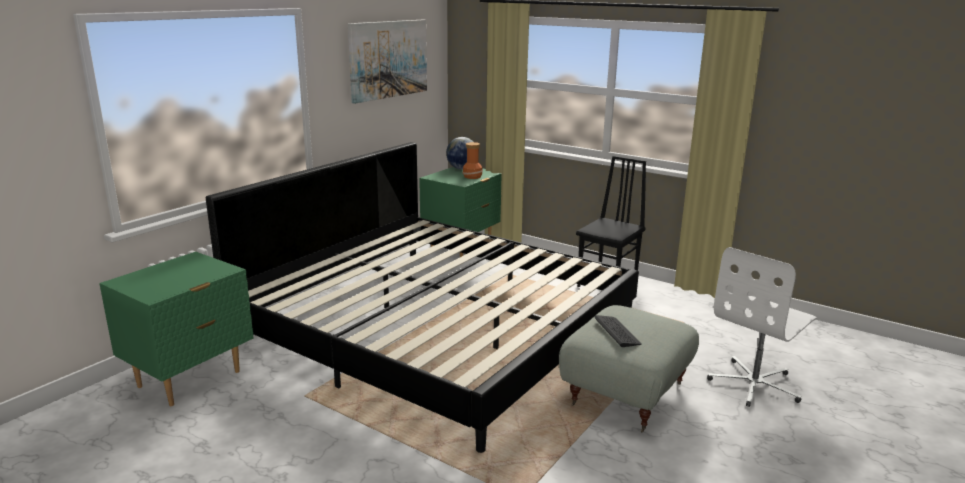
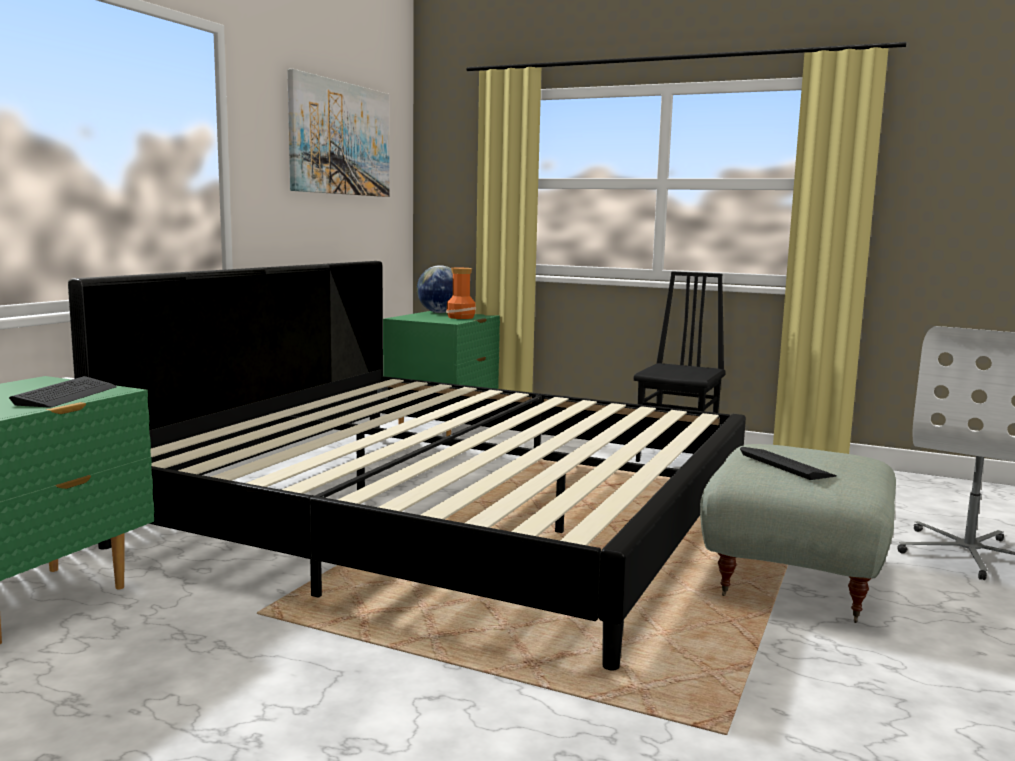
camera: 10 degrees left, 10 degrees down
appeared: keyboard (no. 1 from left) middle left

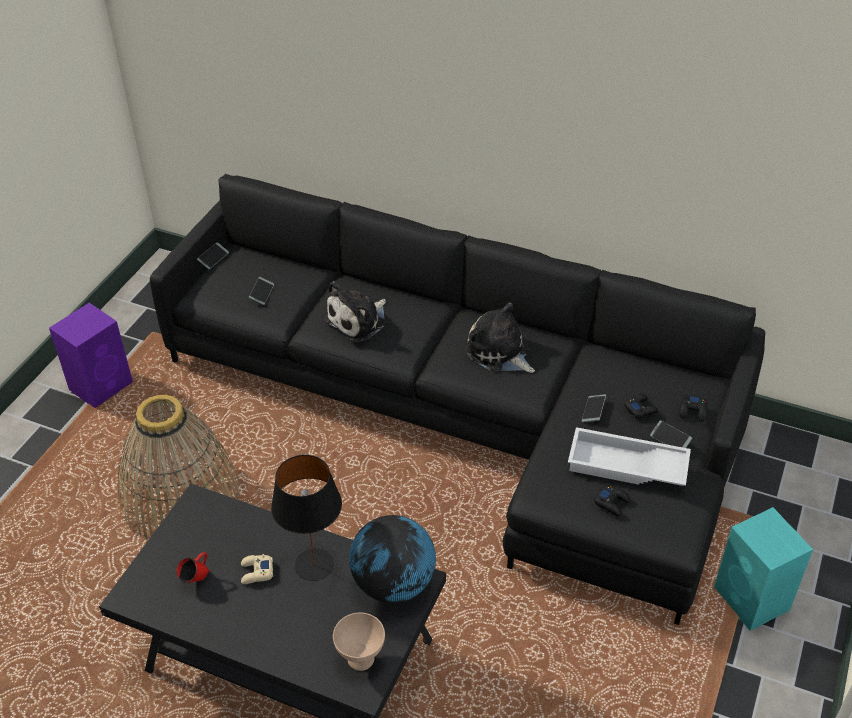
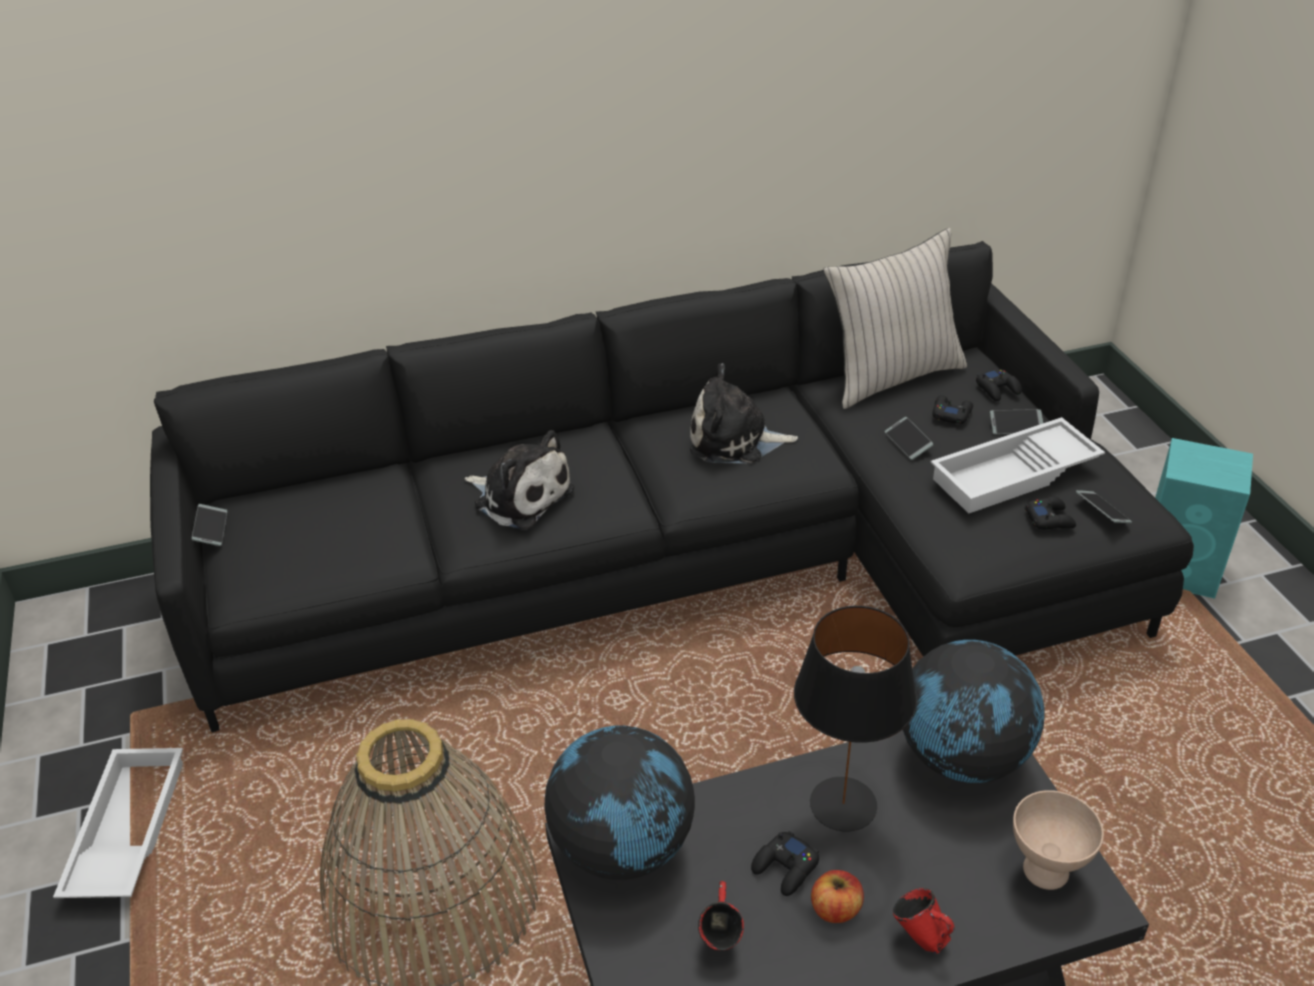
camera: 40 degrees left, 5 degrees down
appeared: desk globe (no. 1 from left) bottom centre; apple fruit bottom centre; throw pillow/sand-coloured top right; tea mug/red-coloured (no. 2 from left) bottom right
relocated: telephone (no. 2 from left in the first image) middle left to telephone (no. 4 from left) middle right
exchanged: audio speaker/purple middle left to serving tray/white (no. 1 from left) bottom left
colour: game controller/sand-coloured bottom left to game controller/blackish (no. 1 from left) bottom centre
spun: cuddly toy (no. 1 from left) centre = centre 60 degrees counterclockwise

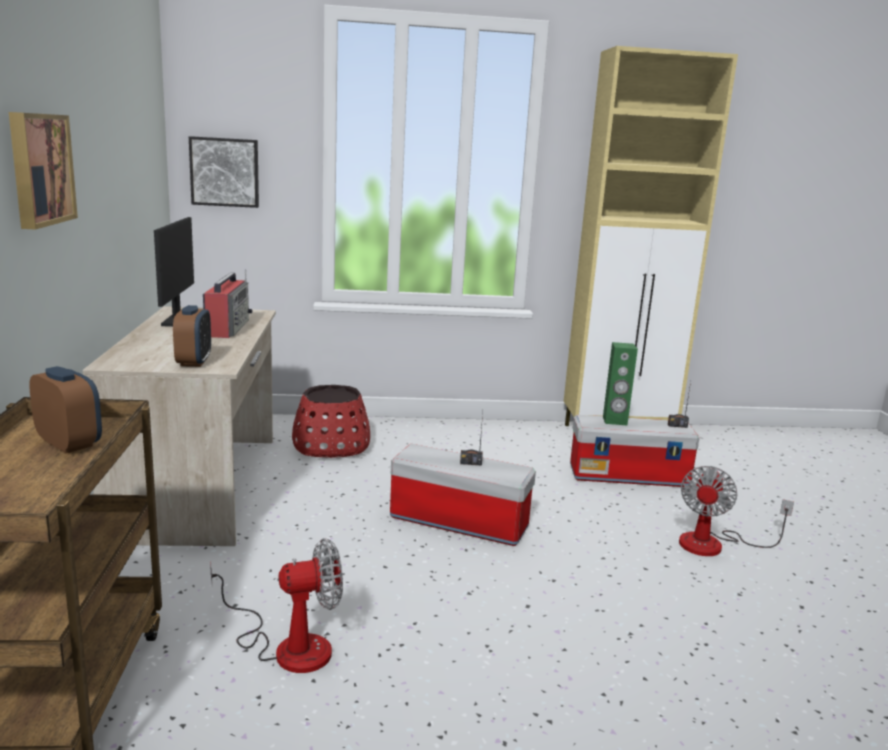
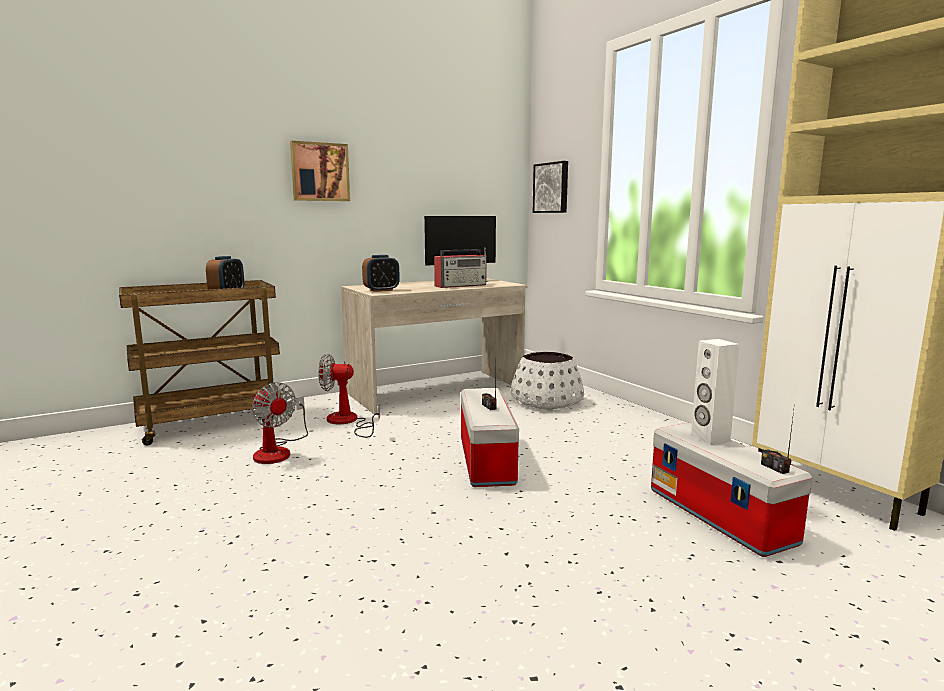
camera: 65 degrees right, 5 degrees down
relocated: electric fan (no. 2 from left) bottom right to centre
colour: flower pot/red-coloured centre to flower pot/white centre; audio speaker/greenish middle right to audio speaker/white middle right

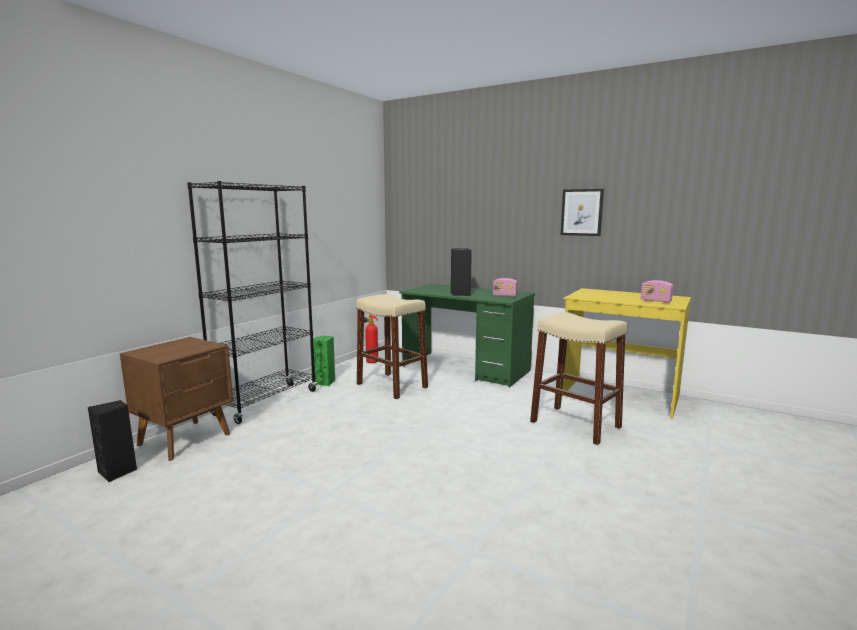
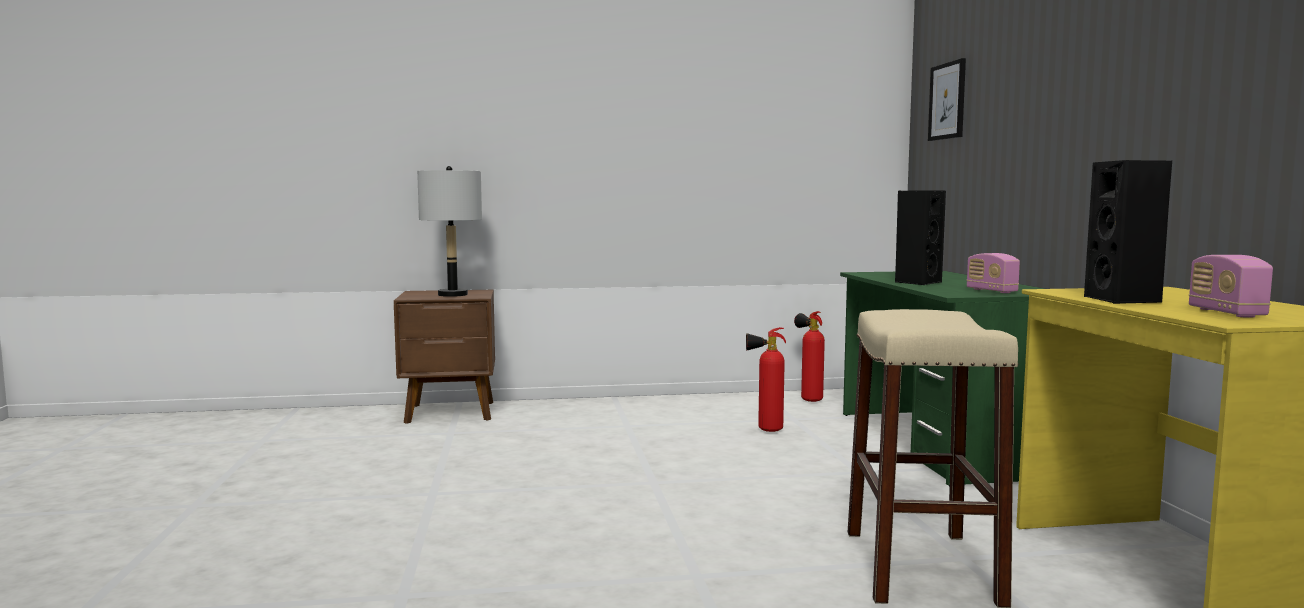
camera: 50 degrees right, 5 degrees down
missing: bookcase/blackish middle left; audio speaker/greenish centre
appeared: tabletop lamp/gray centre
relocated: wall picture middle right to top right; audio speaker/blackish (no. 1 from left in the first image) bottom left to audio speaker/blackish (no. 2 from left) middle right
exchanged: stool/sand-coloured (no. 1 from left) centre to extinguisher (no. 1 from left) centre

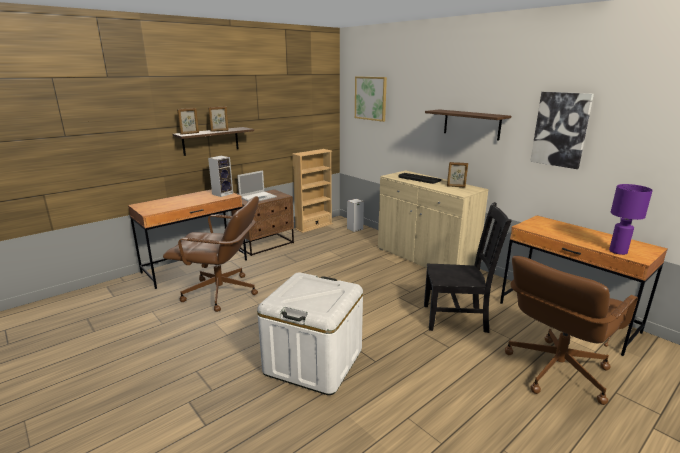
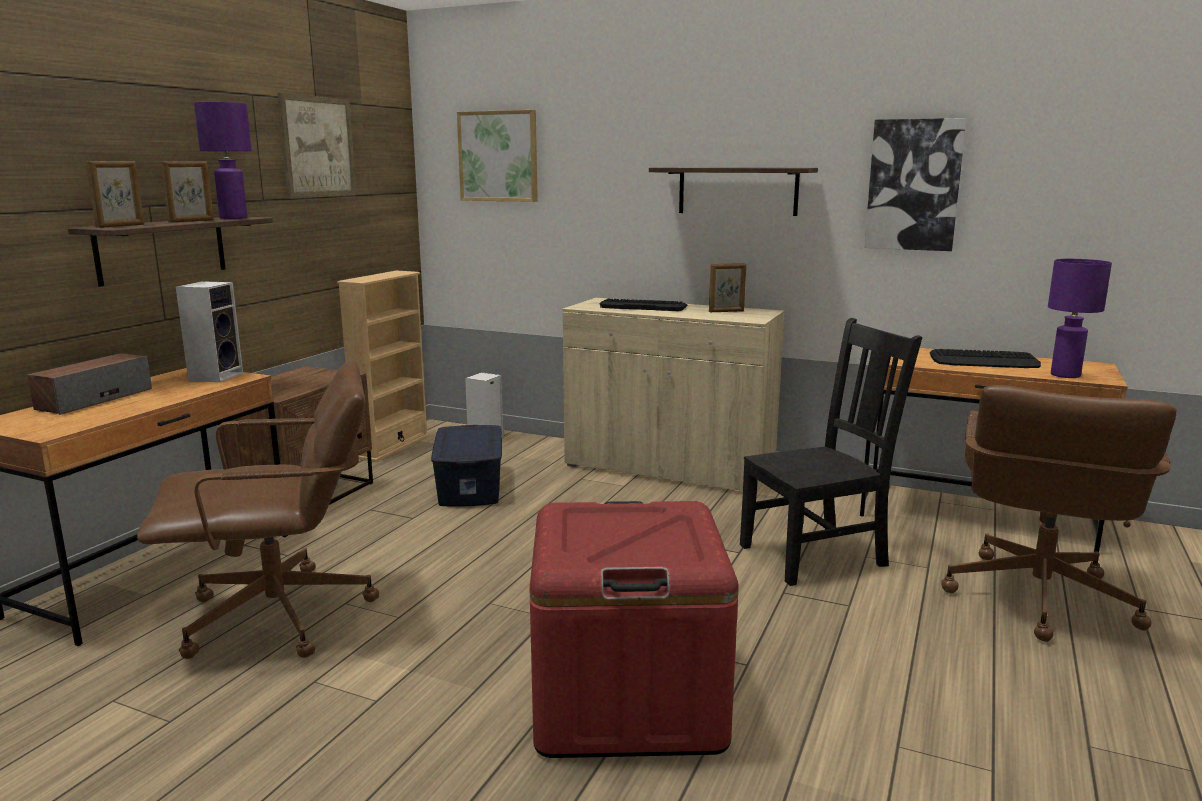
camera: 25 degrees left, 5 degrees down
missing: laptop centre
appeared: audio speaker (no. 1 from left) middle left; tabletop lamp/purple (no. 1 from left) top left; wall picture (no. 1 from left) top left; storage bin/bluish centre; keyboard (no. 2 from left) middle right
colour: storage bin/white bottom centre to storage bin/red-coloured bottom centre

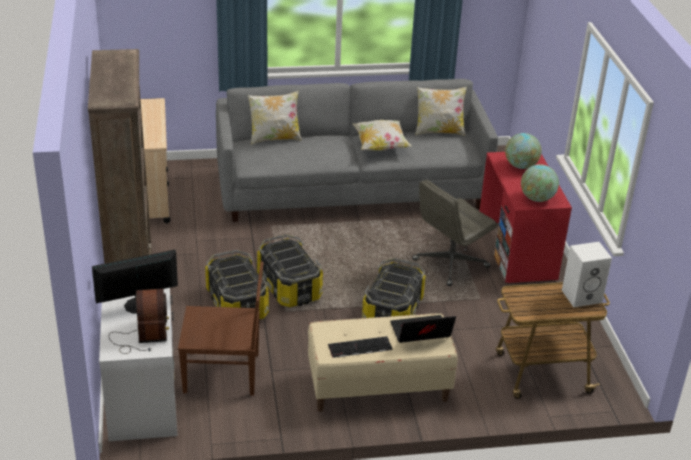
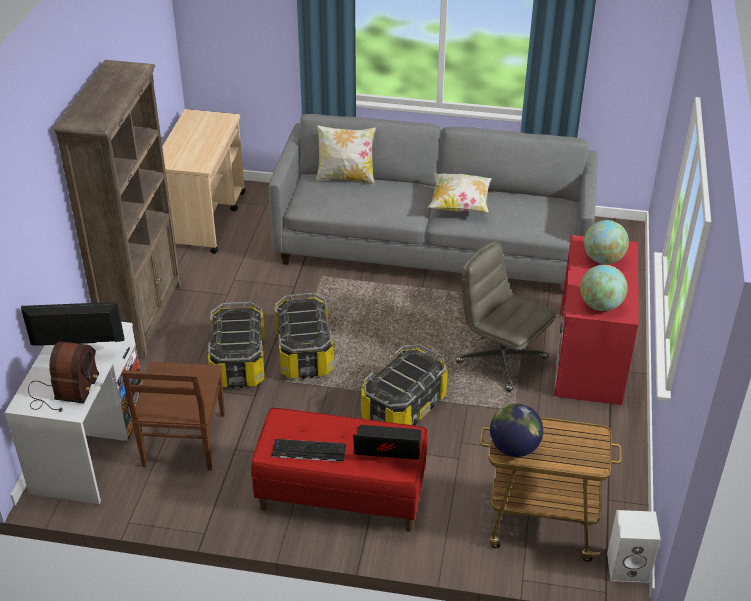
camera: 20 degrees right, 5 degrees up
missing: throw pillow (no. 3 from left) top centre
appeared: desk globe (no. 1 from left) bottom right
relocated: audio speaker/white middle right to bottom right
colour: bench/sand-coloured bottom centre to bench/red-coloured bottom centre
spun: upright chair/brown bottom left = bottom left 75 degrees clockwise; computer chair/gray centre = middle right 60 degrees clockwise

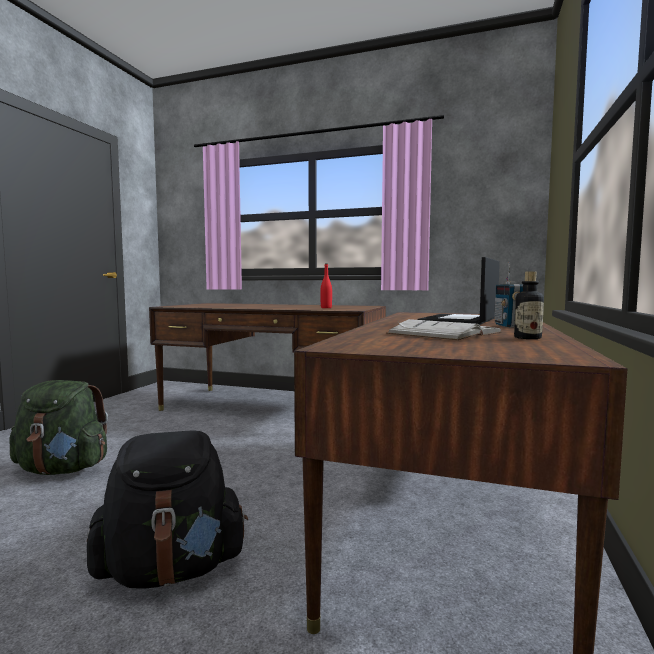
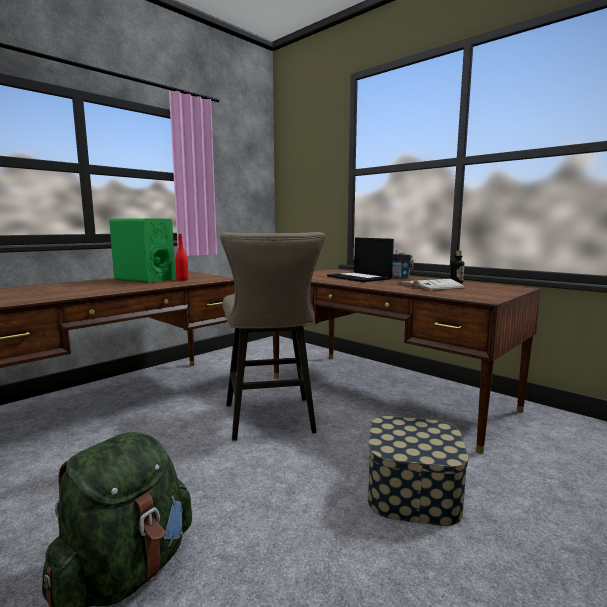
camera: 65 degrees left, 5 degrees up
appeared: audio speaker/greenish middle left; stool/sand-coloured centre
exchanged: backpack/blackish bottom left to storage bin bottom right

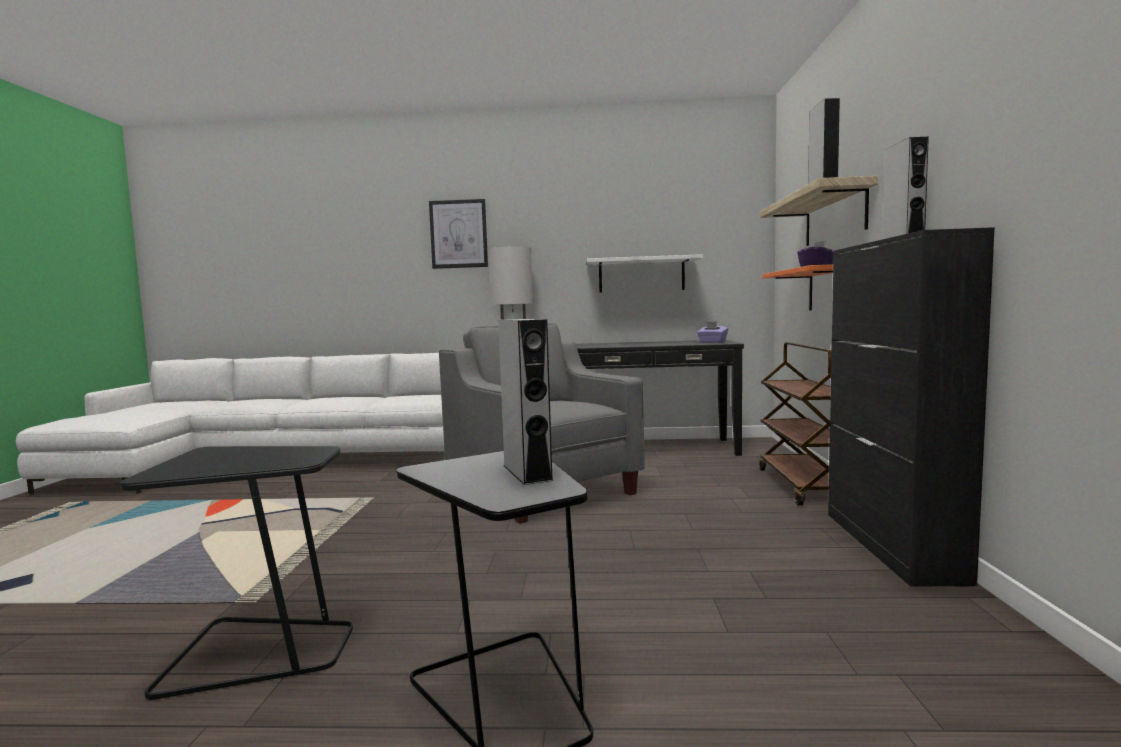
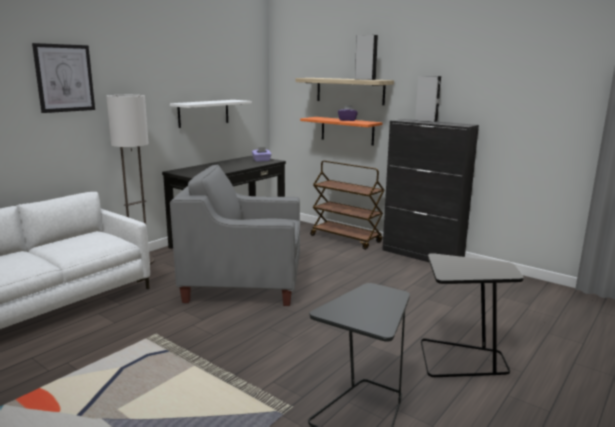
camera: 55 degrees left, 10 degrees up
missing: audio speaker/gray (no. 1 from left) centre

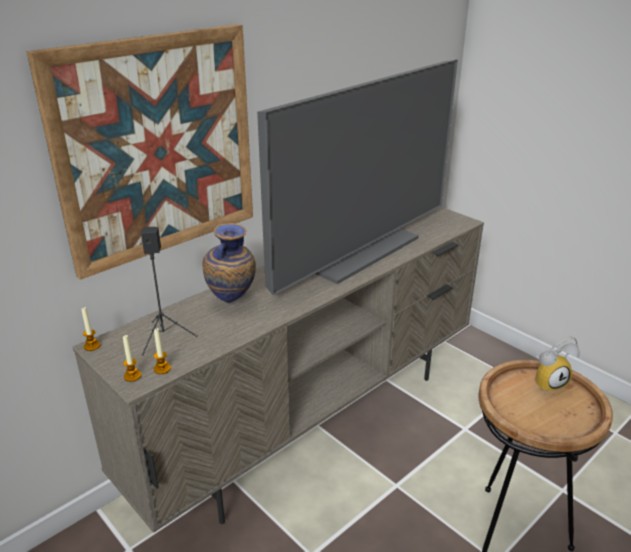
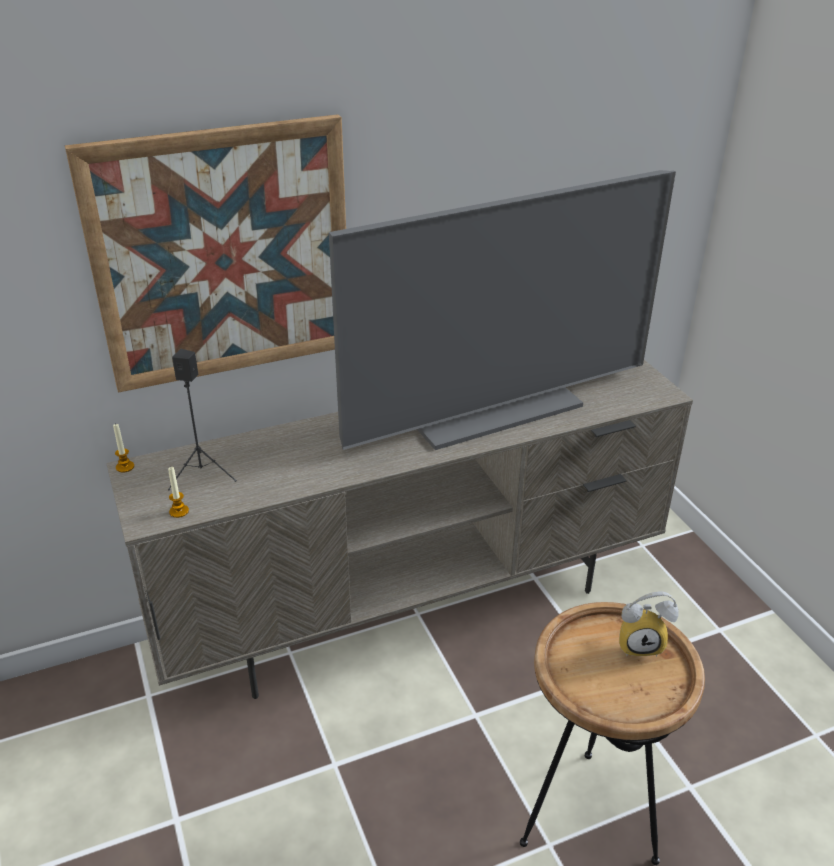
camera: 20 degrees right, 5 degrees up
missing: wax light (no. 2 from left) middle left; vase centre

